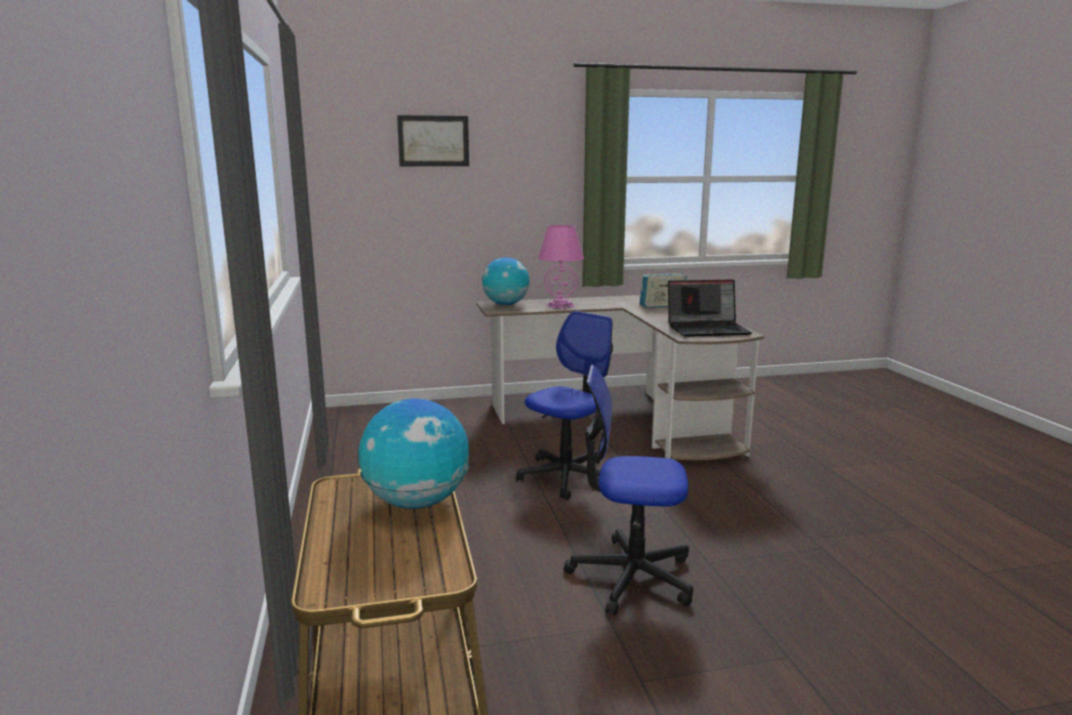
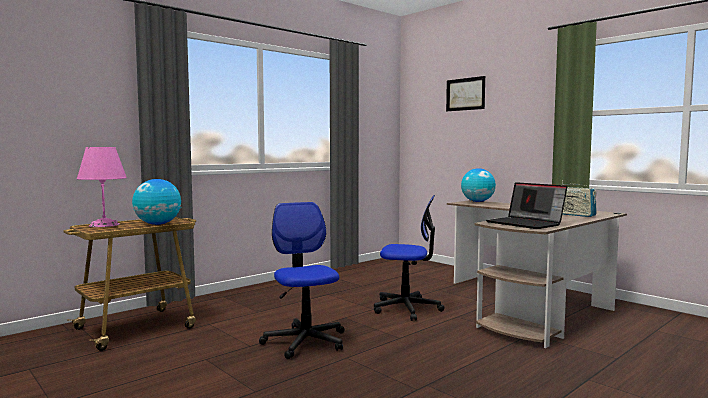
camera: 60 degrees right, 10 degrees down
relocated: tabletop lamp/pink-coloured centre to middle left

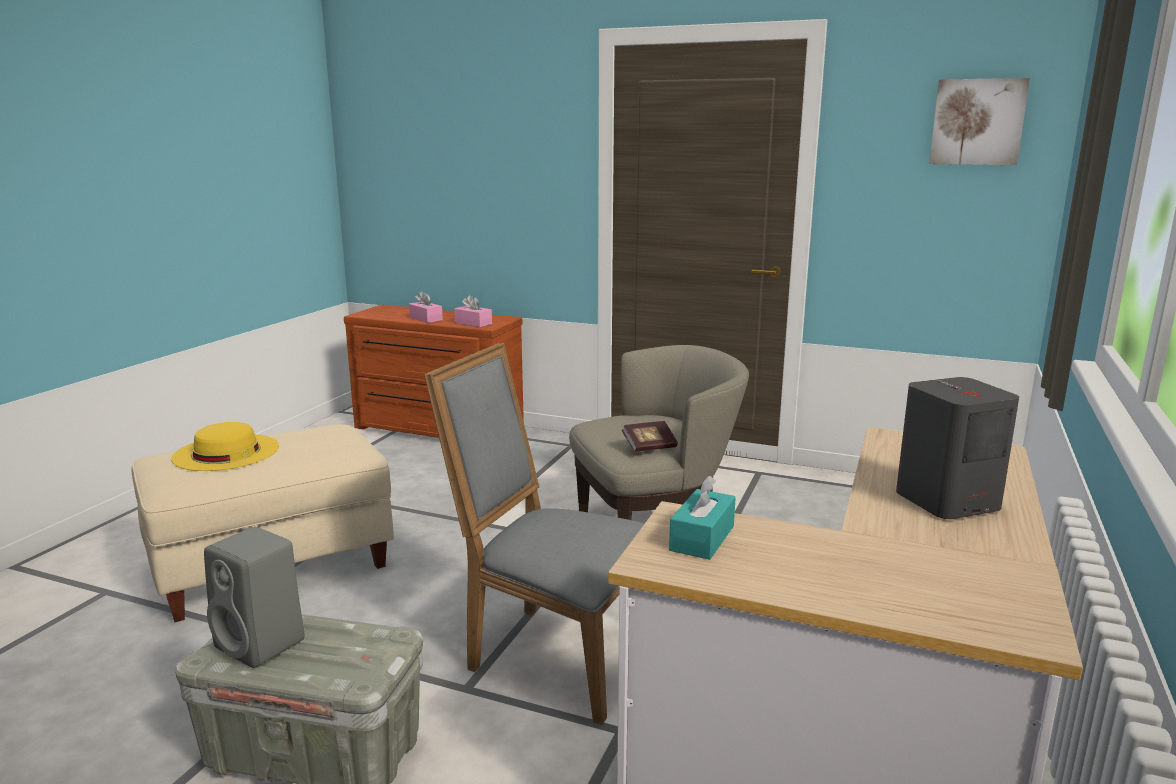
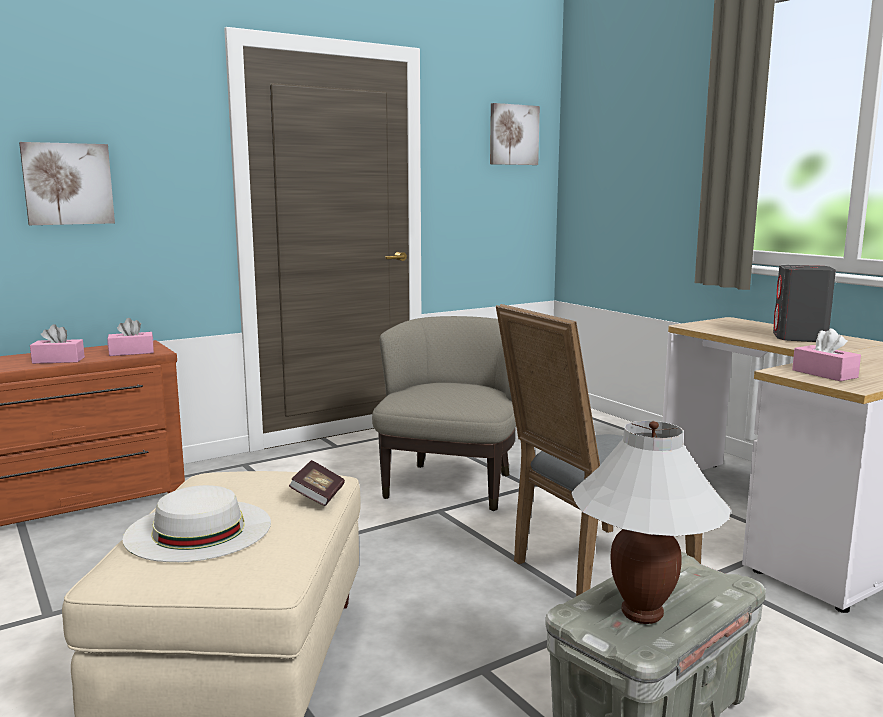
camera: 55 degrees left, 5 degrees down
appeared: wall picture (no. 1 from left) top left
relocated: volume centre to bottom centre
exchanged: audio speaker/gray (no. 1 from left) bottom left to tabletop lamp/white bottom right
colour: hat/yellowish middle left to hat/white bottom left; tissue box/turquoise centre to tissue box/pink-coloured (no. 3 from left) middle right

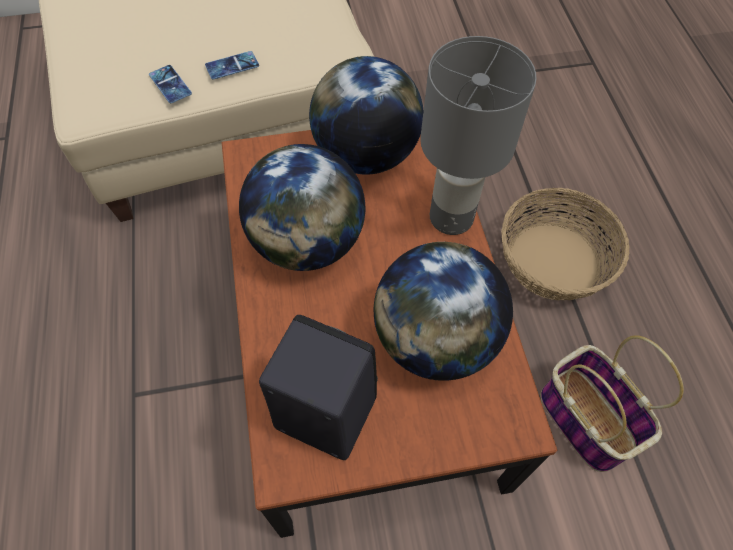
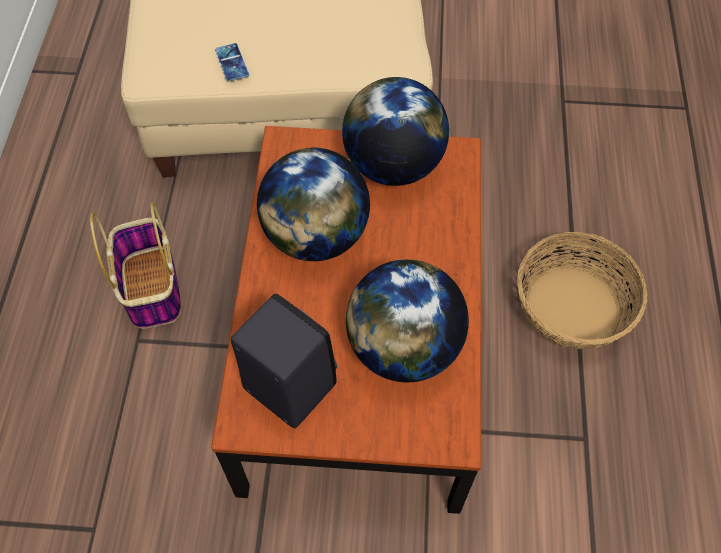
camera: 15 degrees right, 0 degrees up
missing: telephone (no. 2 from left) top left; tabletop lamp/gray top centre
relocated: storage basket (no. 2 from left in the first image) bottom right to storage basket (no. 1 from left) middle left

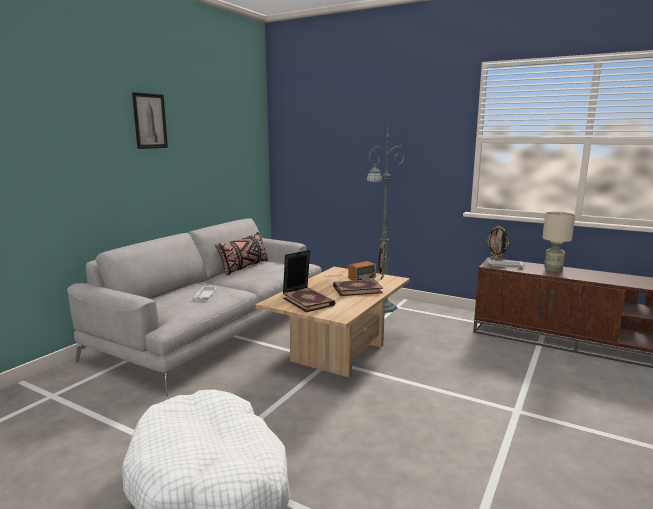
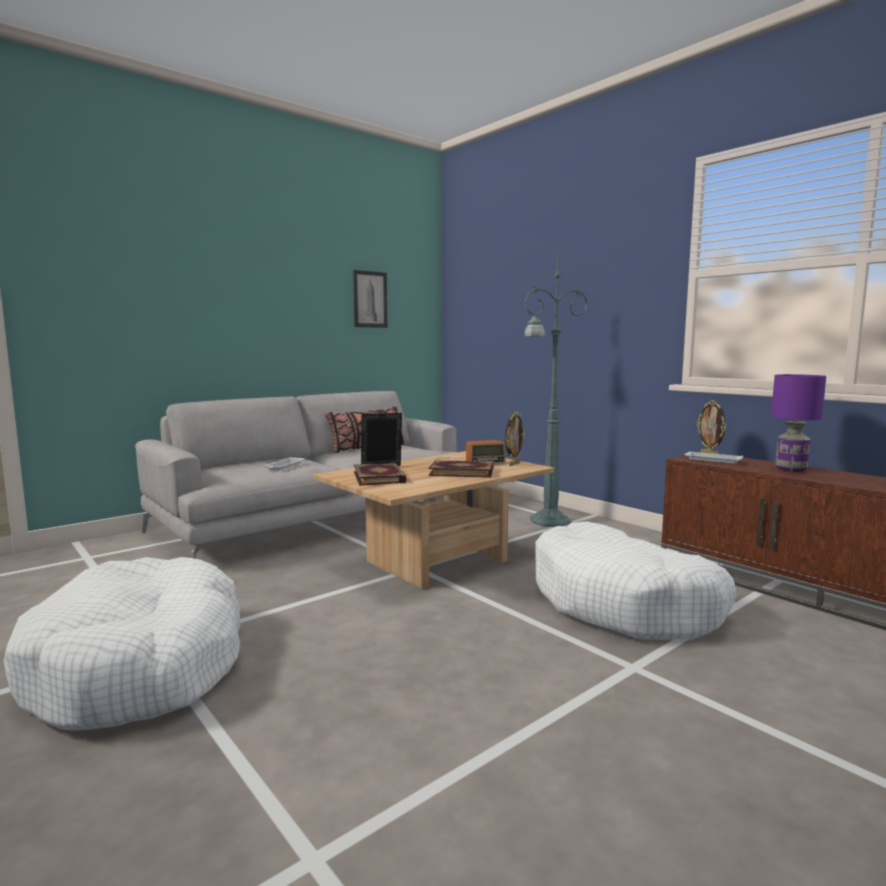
camera: 20 degrees right, 5 degrees down
appeared: pet bed/white (no. 2 from left) middle right
relocated: wall picture top left to centre
colour: tabletop lamp/sand-coloured middle right to tabletop lamp/purple middle right

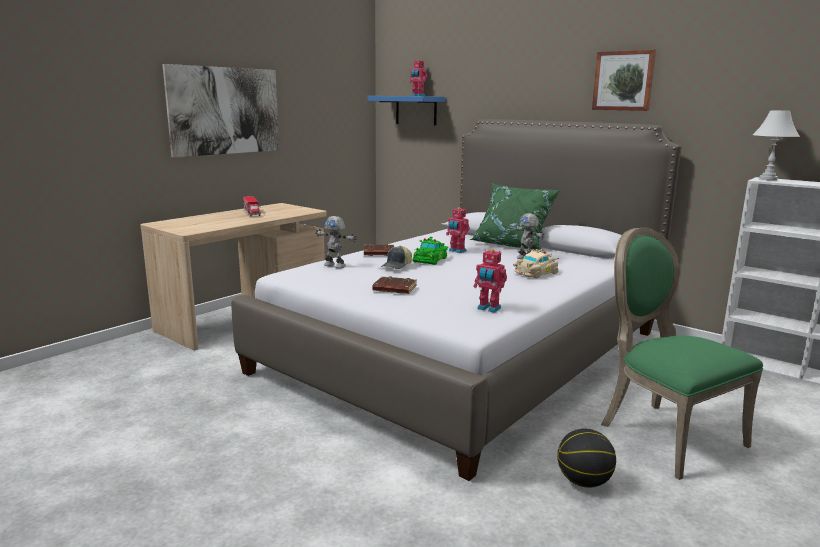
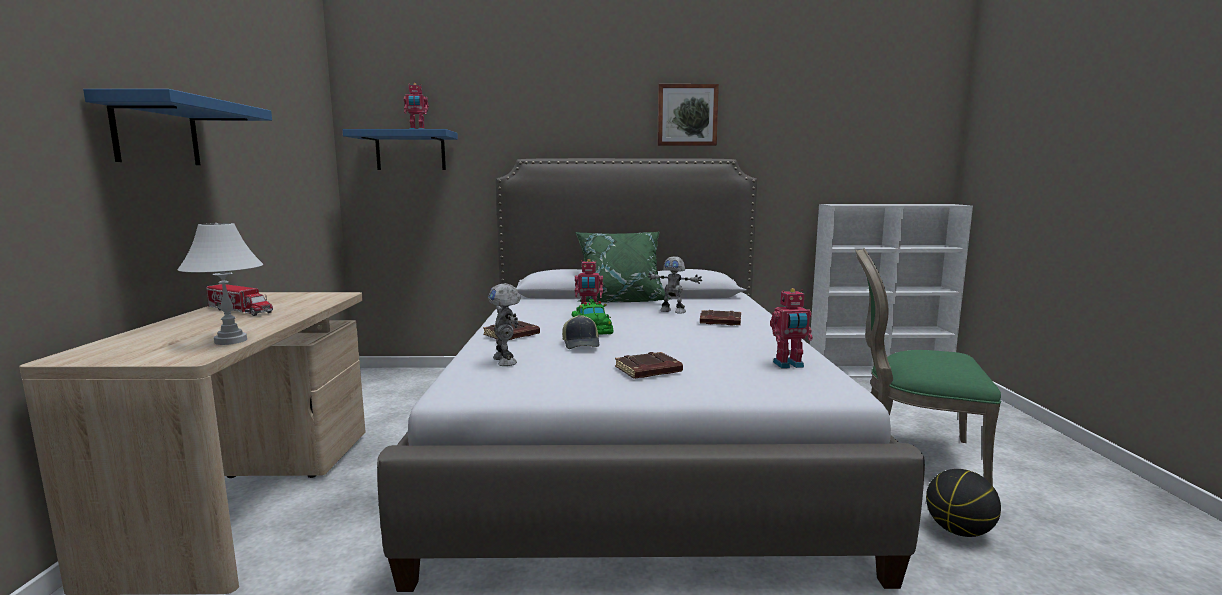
camera: 40 degrees left, 5 degrees down
relocated: tabletop lamp/white top right to middle left
exchanged: wall picture (no. 1 from left) top left to bracket shelf/bluish (no. 1 from left) top left; miniature car/sand-coloured centre to volume/brown (no. 3 from left) centre
spun: model robot (no. 1 from left in the first image) centre = centre 75 degrees clockwise

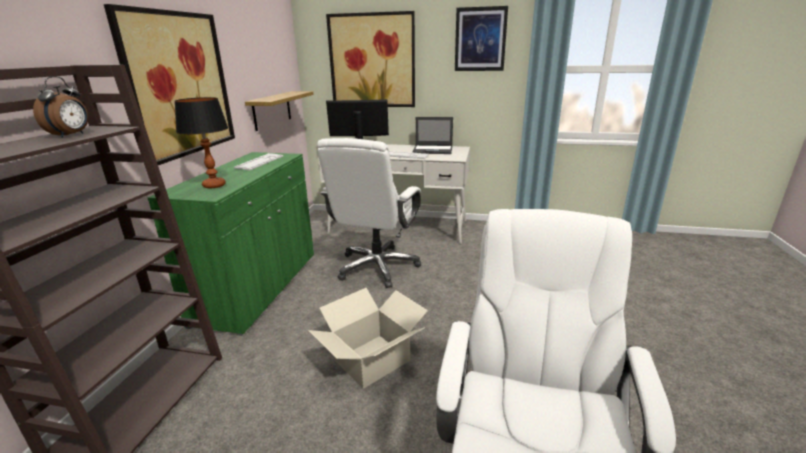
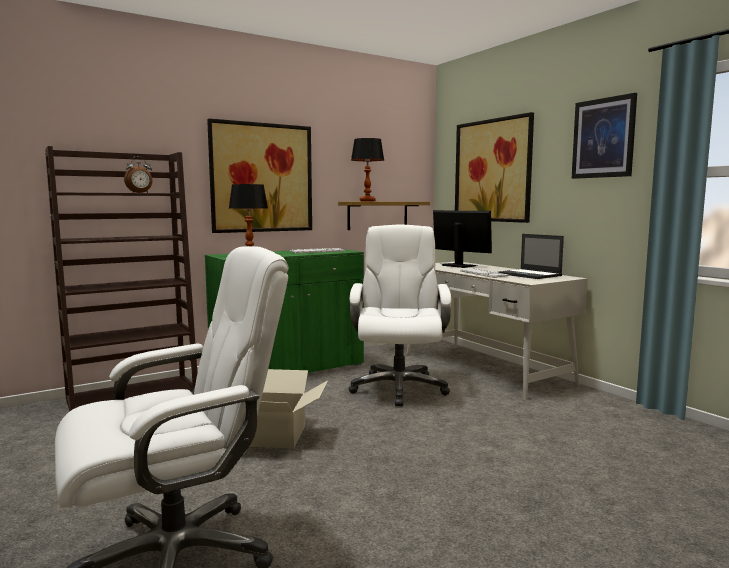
camera: 45 degrees right, 15 degrees down
appeared: tabletop lamp (no. 2 from left) top centre
spun: computer chair/white (no. 1 from left in the first image) centre = centre 120 degrees clockwise

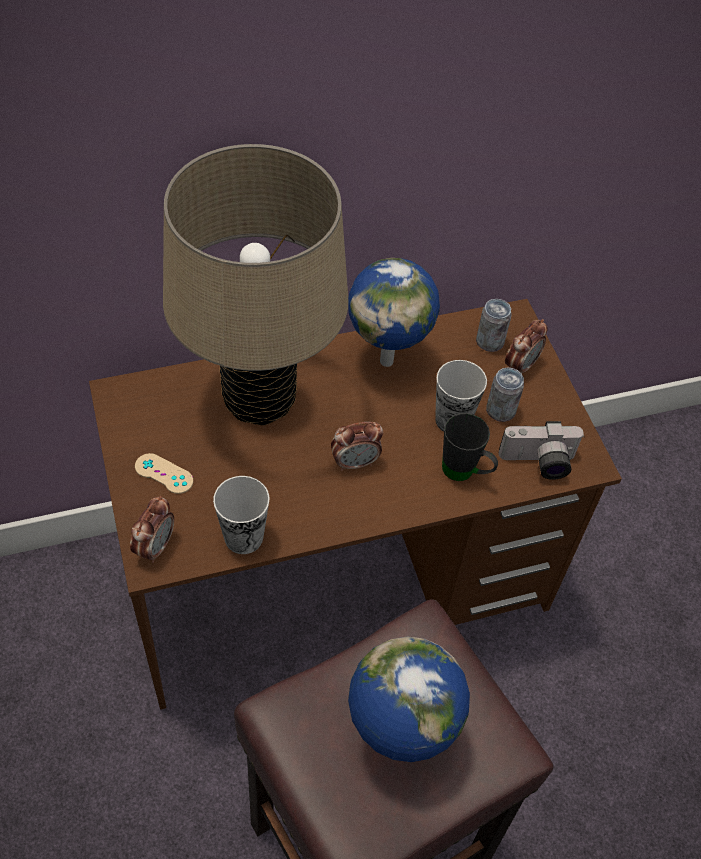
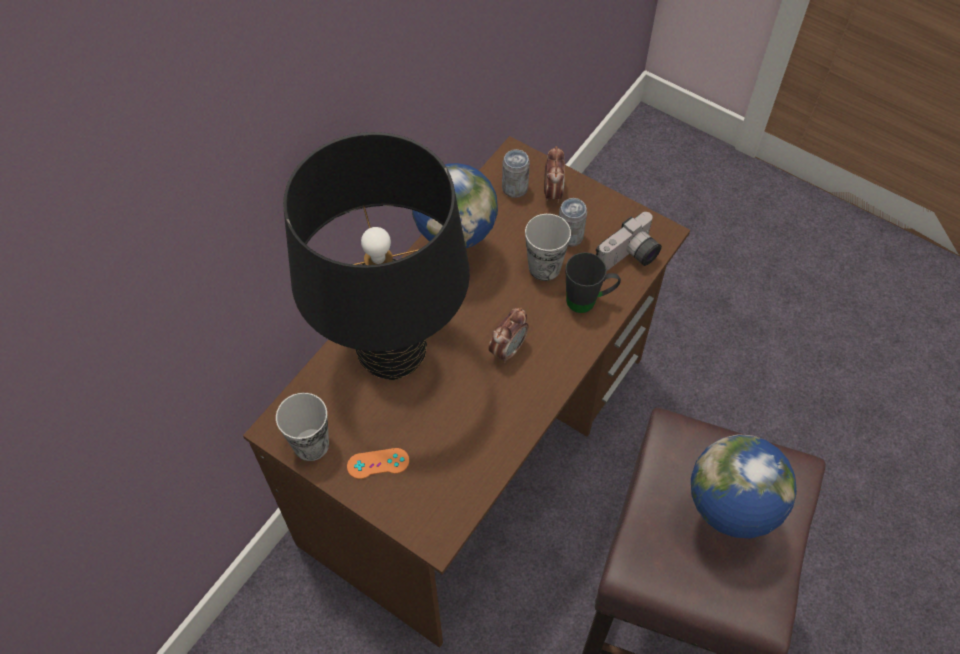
camera: 35 degrees left, 5 degrees up
missing: bedside clock (no. 1 from left) middle left
relocated: cup (no. 1 from left) centre to middle left
colour: tabletop lamp/sand-coloured top centre to tabletop lamp/blackish centre; game controller/sand-coloured middle left to game controller/orangey bottom centre

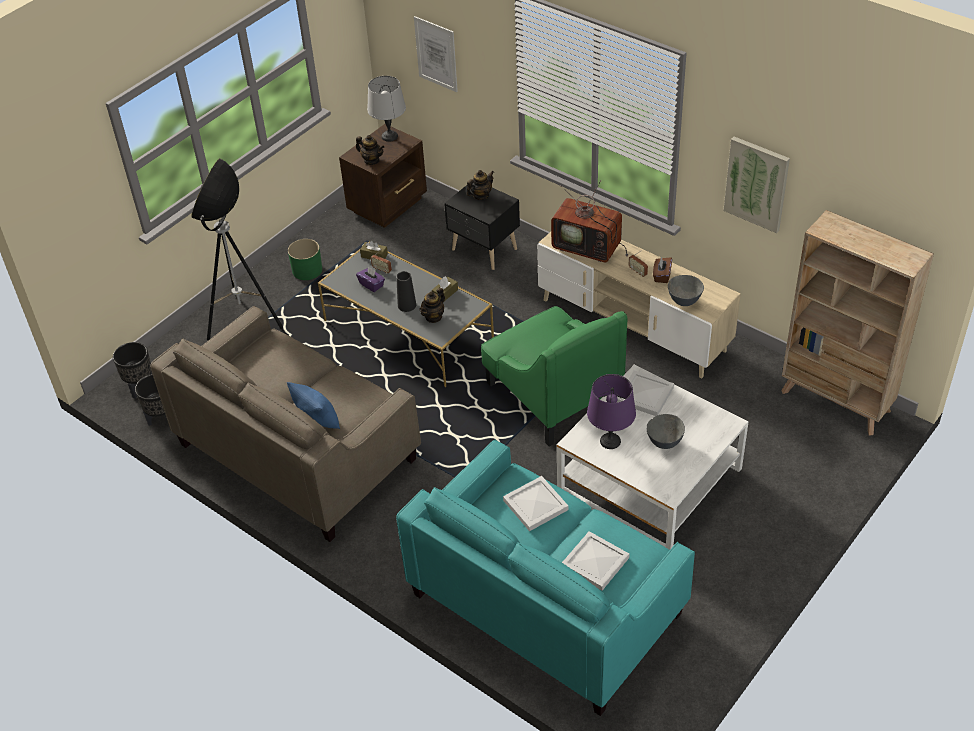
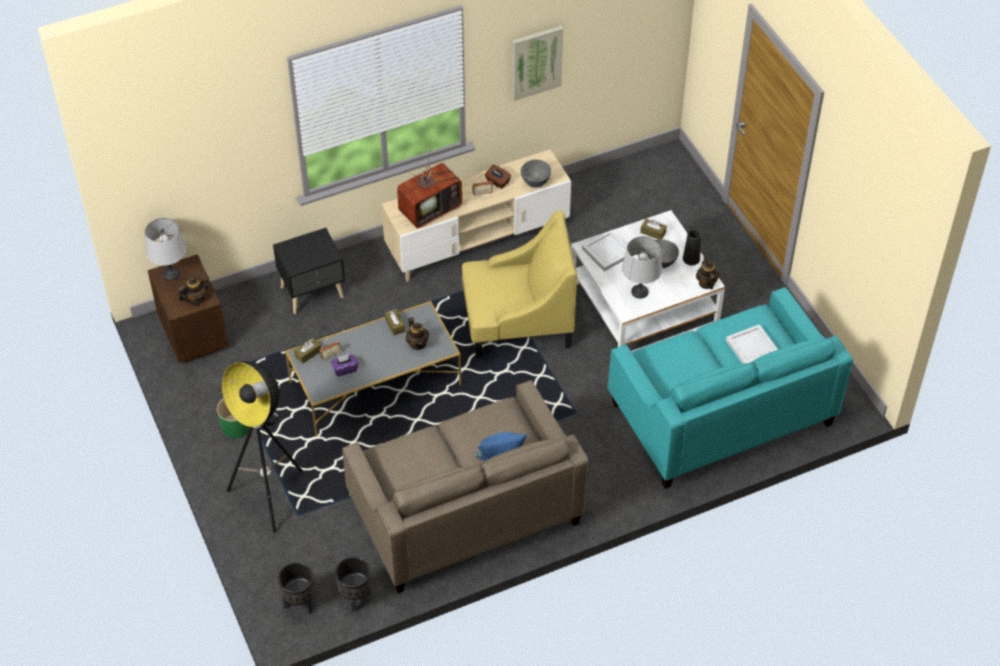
camera: 65 degrees left, 5 degrees up
missing: wall picture (no. 1 from left) top centre; serving tray/white (no. 1 from left) bottom centre; bookcase/sand-coloured middle right
appeared: tissue box/brown (no. 4 from left) centre
relocated: vase/blackish centre to middle right; teapot (no. 3 from left) top centre to middle right
colour: armchair/greenish centre to armchair/yellowish centre; tabletop lamp/purple centre to tabletop lamp/gray (no. 2 from left) centre

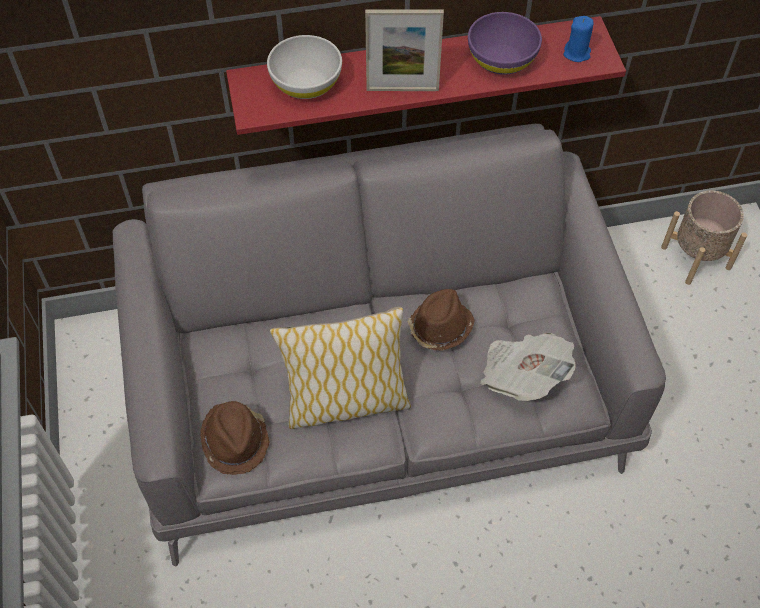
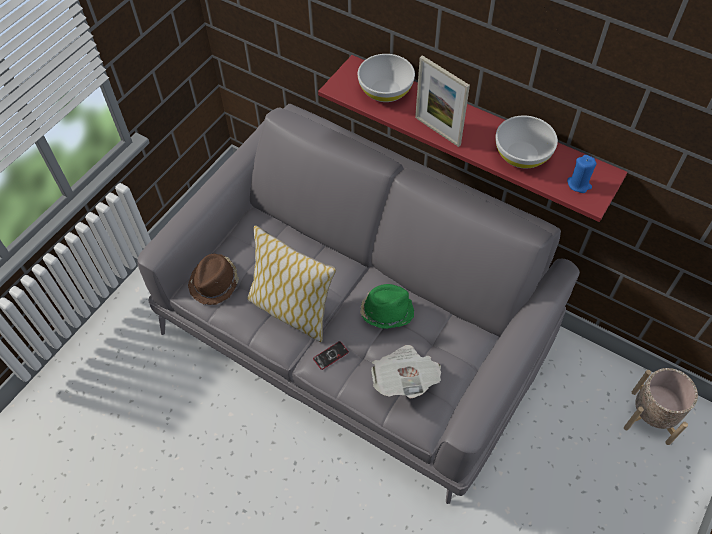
camera: 45 degrees right, 0 degrees up
appeared: telephone centre
colour: hat/brown (no. 2 from left) centre to hat/greenish centre; deep dish/purple top centre to deep dish/white (no. 2 from left) top right

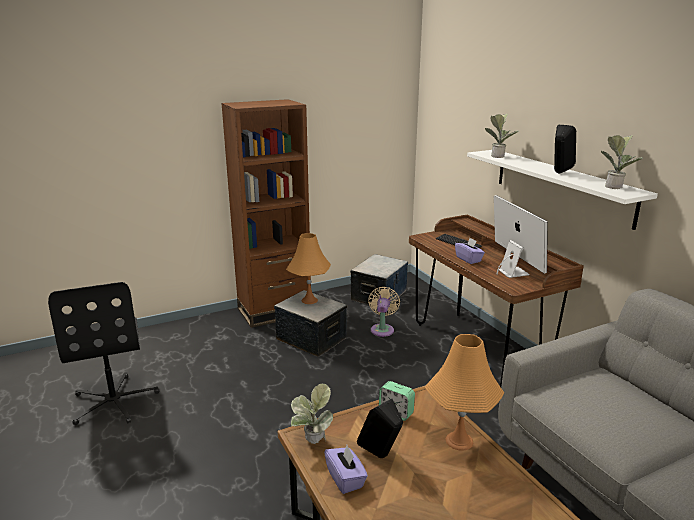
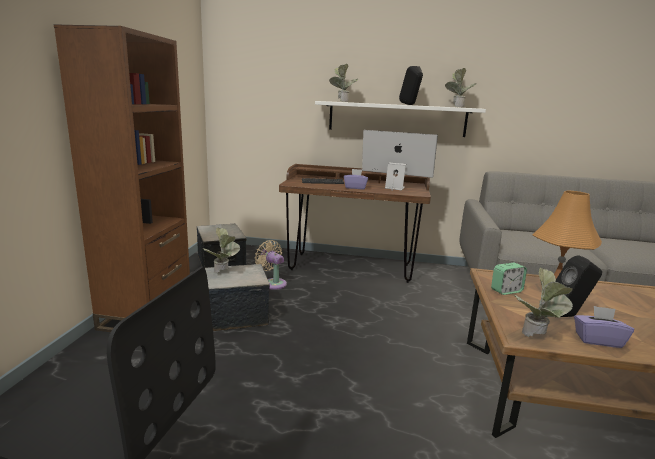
camera: 55 degrees left, 5 degrees down
exchanged: tabletop lamp/orangey (no. 1 from left) centre to houseplant (no. 1 from left) centre

